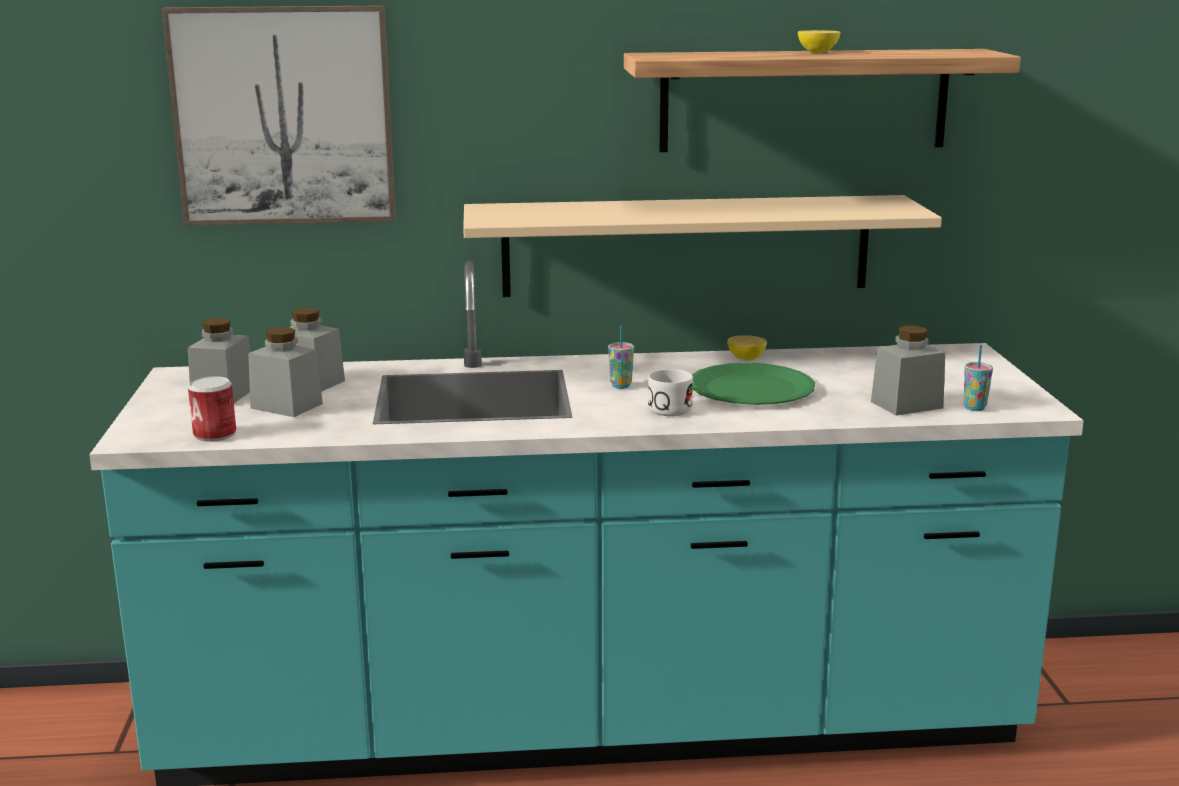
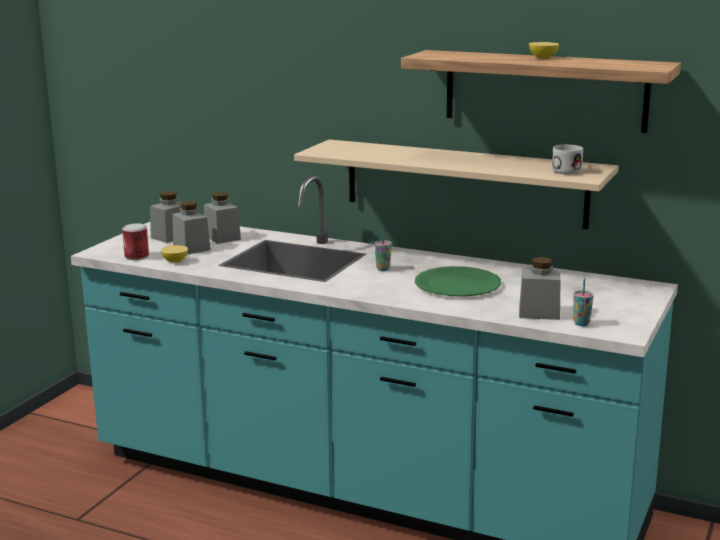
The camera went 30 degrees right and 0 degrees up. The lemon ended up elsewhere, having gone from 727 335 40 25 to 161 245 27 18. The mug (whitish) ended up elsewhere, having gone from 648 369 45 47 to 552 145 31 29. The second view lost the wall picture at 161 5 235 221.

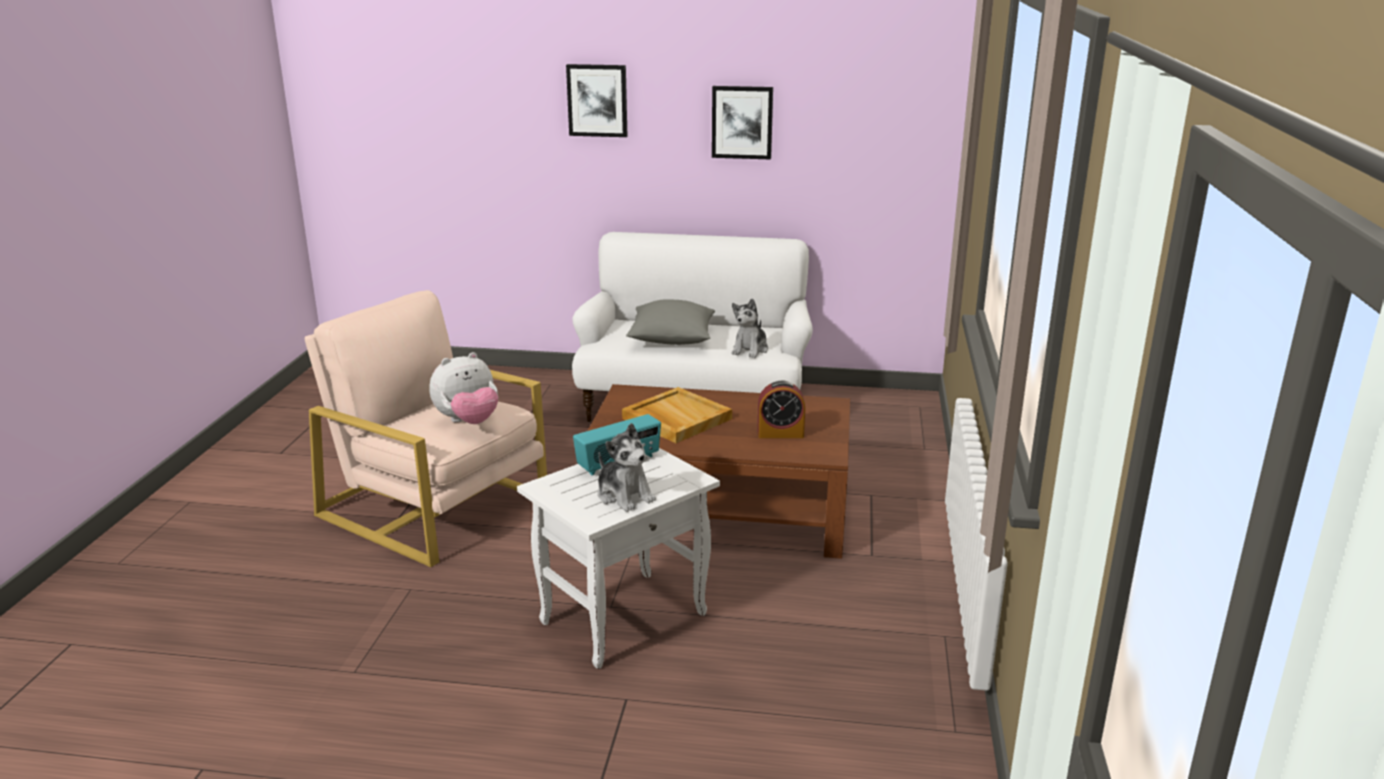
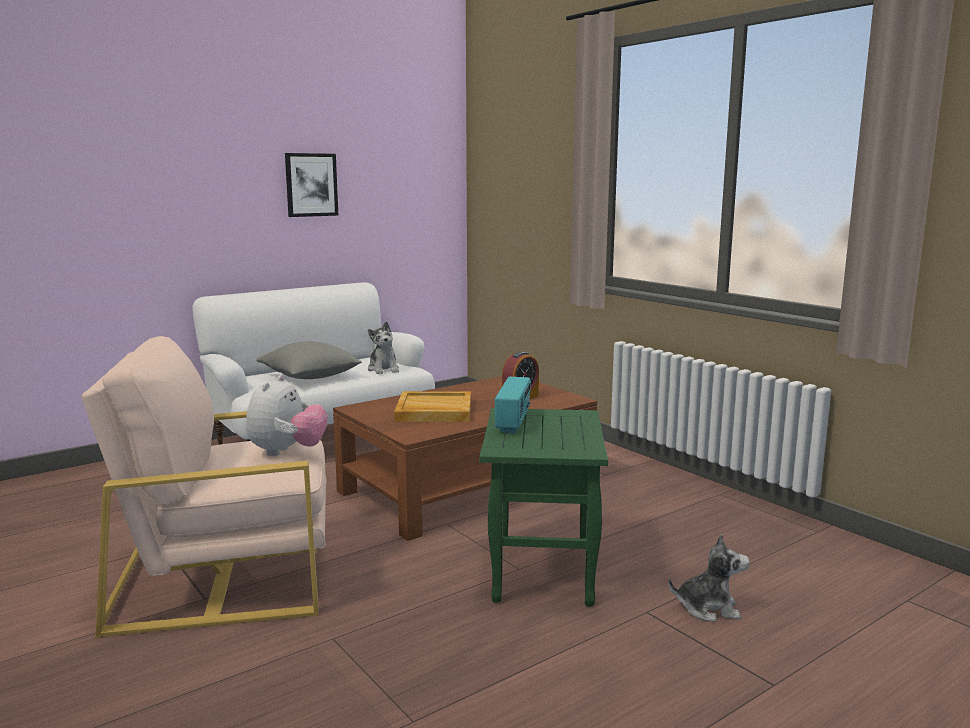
The camera went 45 degrees left and 10 degrees down. What was the accent table (whitish) at 517 448 203 221 turned into the accent table (green) at 479 408 129 199. The plush toy ended up elsewhere, having gone from 598 423 58 89 to 668 534 82 88. The second view lost the wall picture at 566 64 61 73.

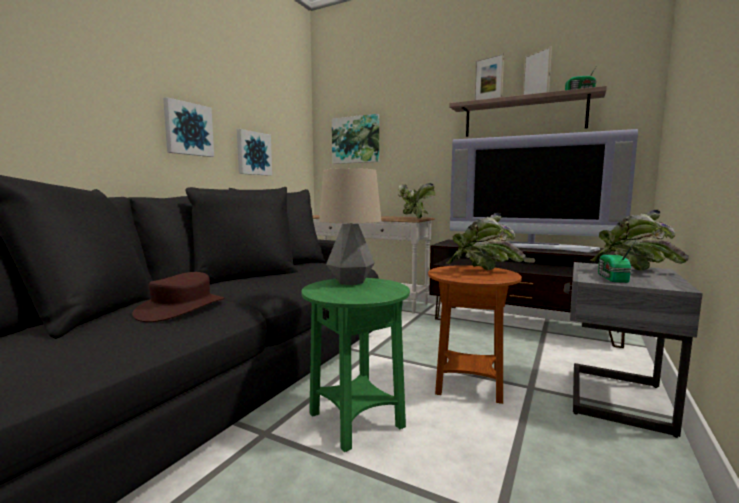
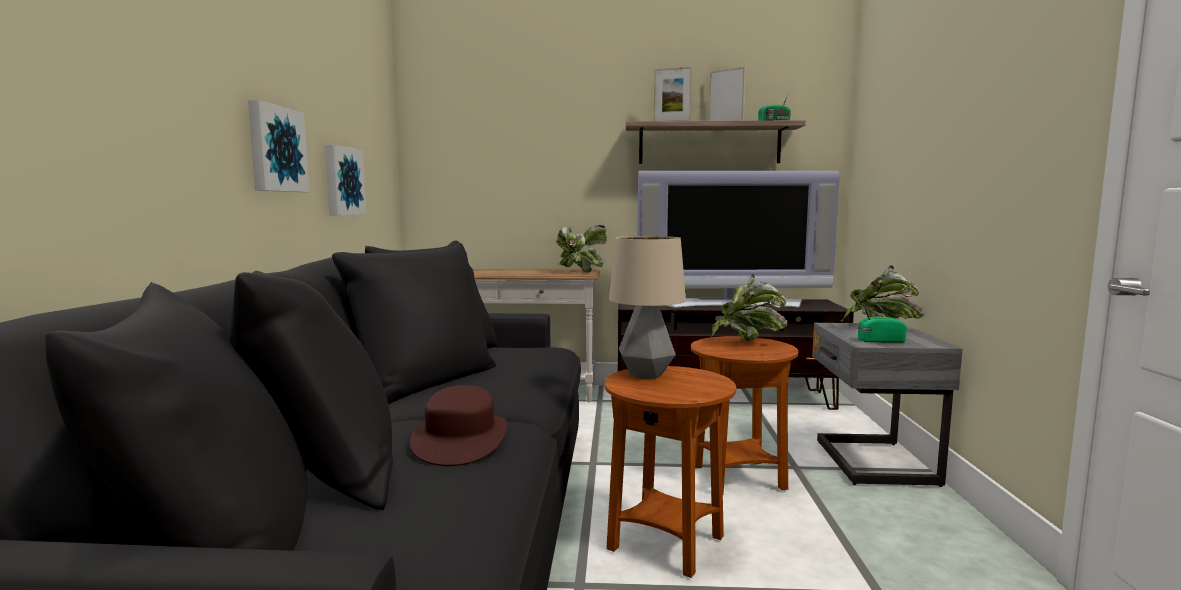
The camera went 25 degrees left and 0 degrees up. What was the accent table (green) at 301 278 109 174 turned into the accent table (brown) at 604 366 132 212. The radio set at 598 242 37 41 ended up facing another way, 105 degrees clockwise from before. The second view lost the wall picture at 332 114 47 50.

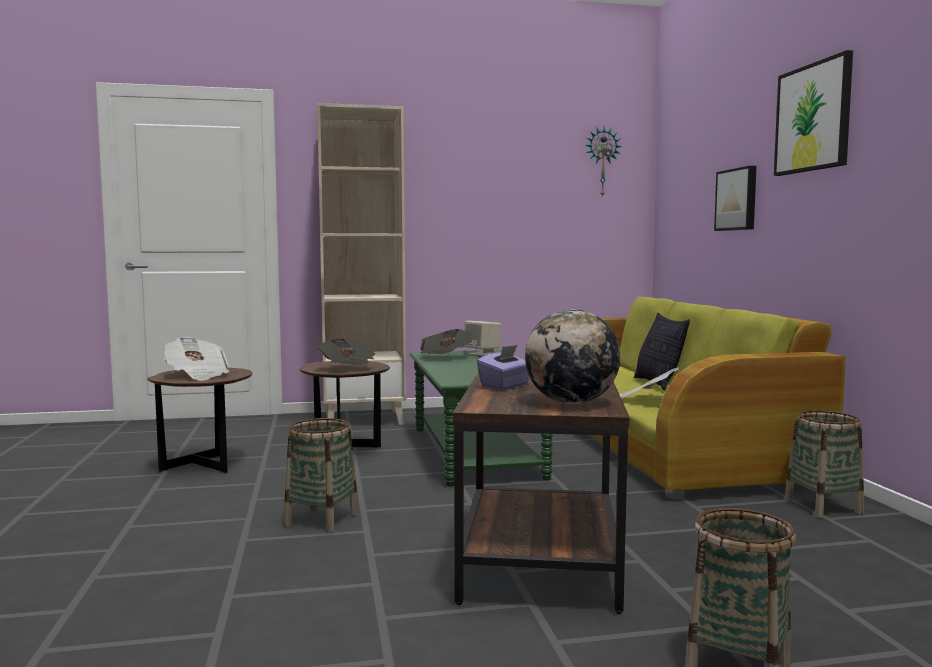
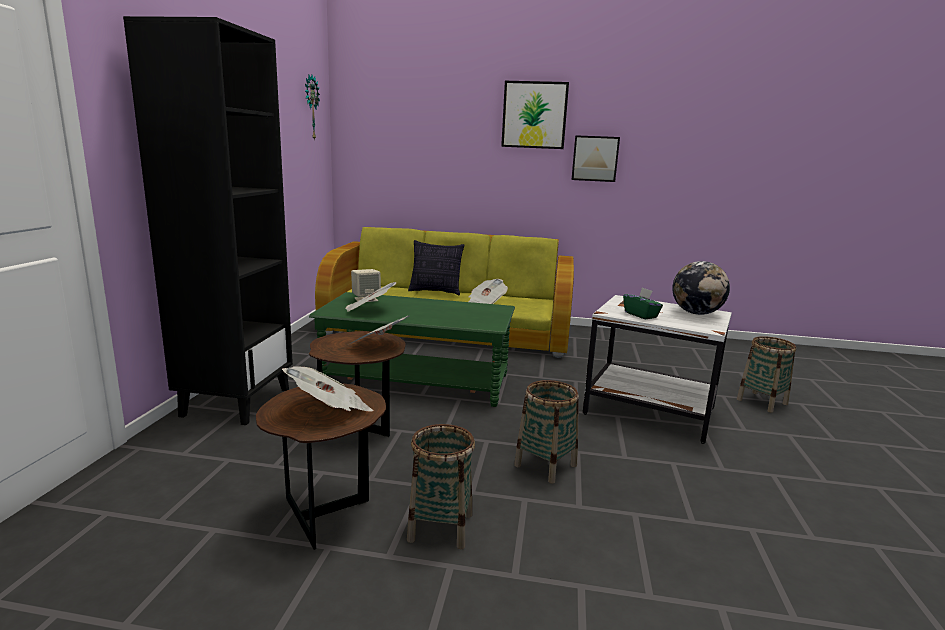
The camera went 70 degrees left and 10 degrees up. What was the bookshelf (sand-coloured) at 317 103 89 322 turned into the bookshelf (black-coloured) at 123 16 170 409. The basket ended up elsewhere, having gone from 785 410 79 108 to 407 424 68 125. The wall picture ended up elsewhere, having gone from 714 166 43 65 to 571 135 49 47. What was the accent table (brown) at 453 375 177 239 turned into the accent table (whitish) at 583 295 149 149. What was the box of tissues (purple) at 477 345 52 45 turned into the box of tissues (green) at 623 287 40 32.

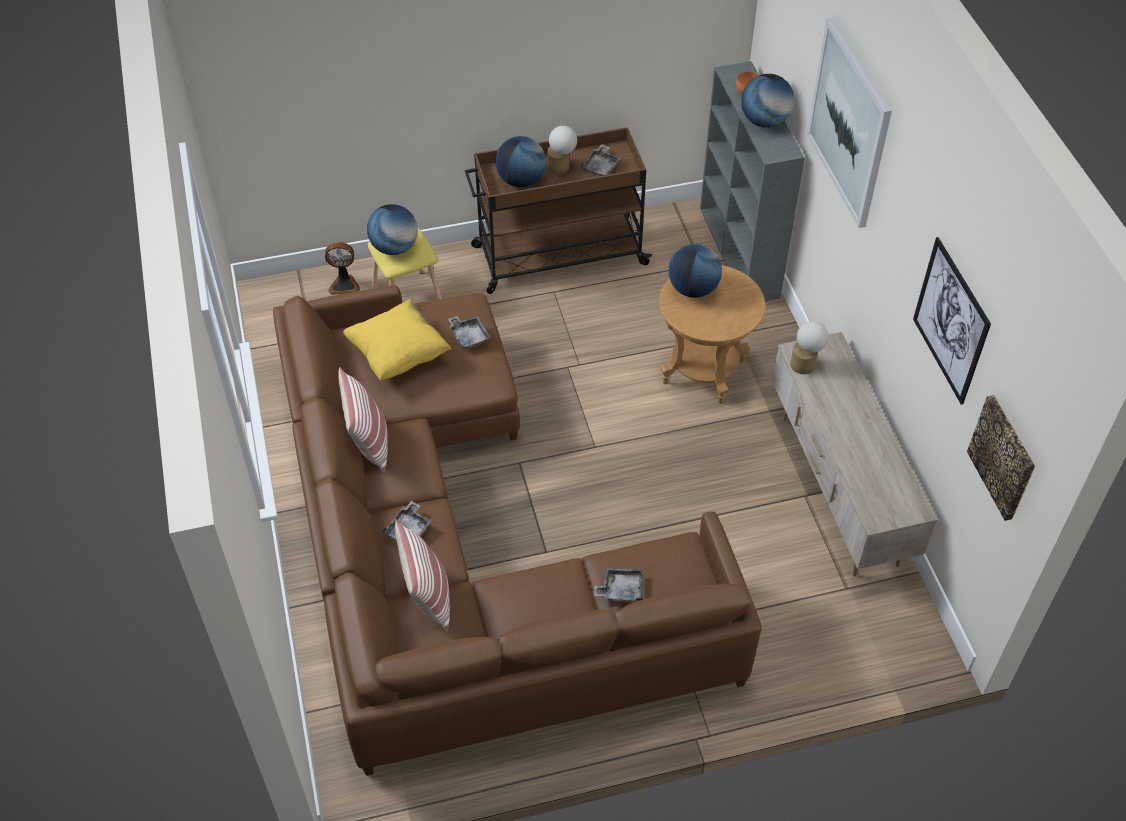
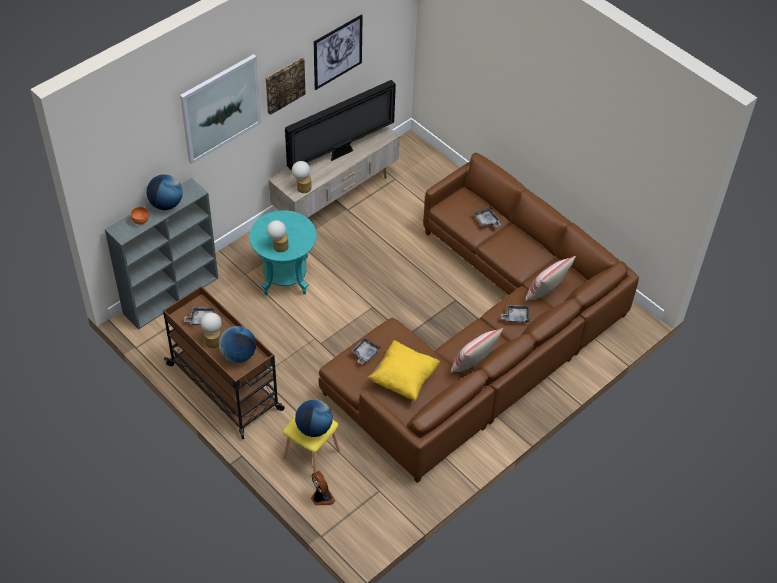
The camera went 120 degrees left and 0 degrees up. What was the accent table (brown) at 659 265 106 139 turned into the accent table (blue-green) at 249 210 68 85. The wall picture ended up elsewhere, having gone from 967 395 69 126 to 266 58 39 57. Where the desk globe stood at 668 244 54 54, the lamp for a table came to stand at 267 220 21 32. The second view gained the television at 285 80 111 90.

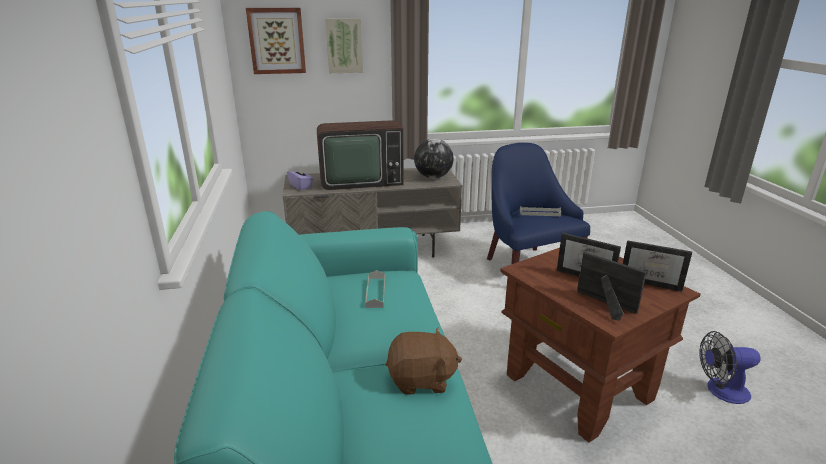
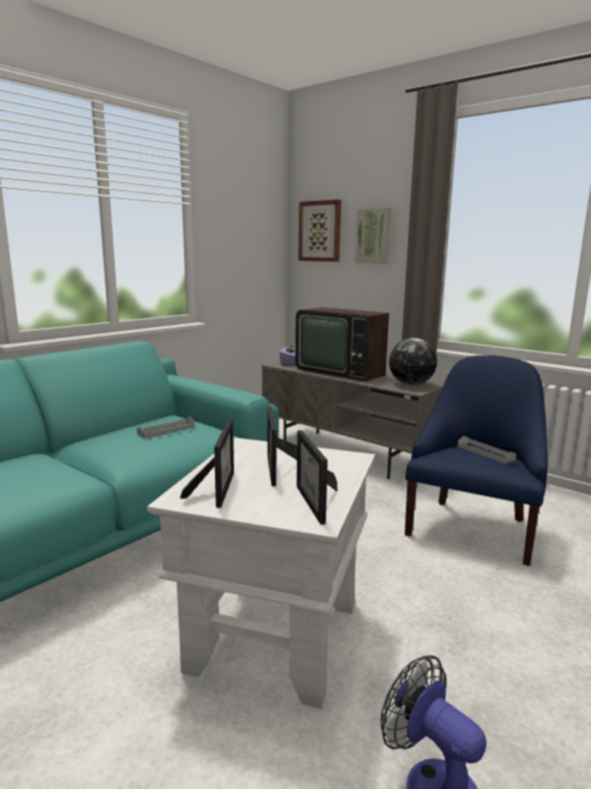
The camera went 50 degrees right and 10 degrees down. What was the accent table (brown) at 500 248 200 195 turned into the accent table (whitish) at 147 438 228 271. The second view lost the plush toy (brown) at 386 327 76 67.

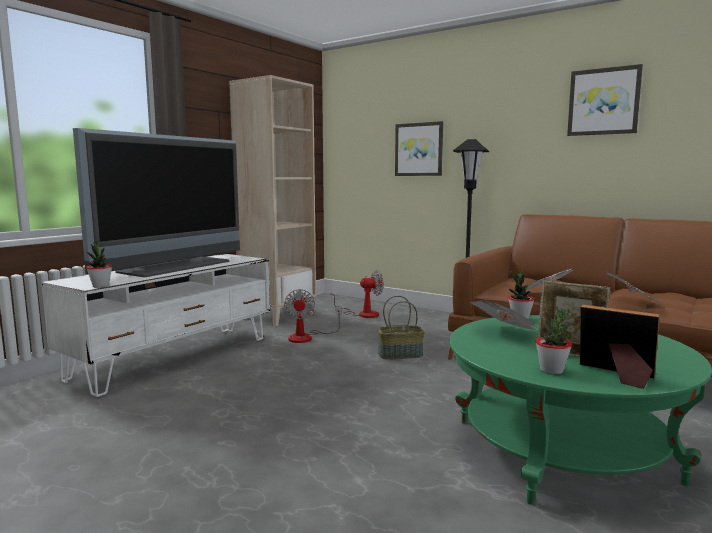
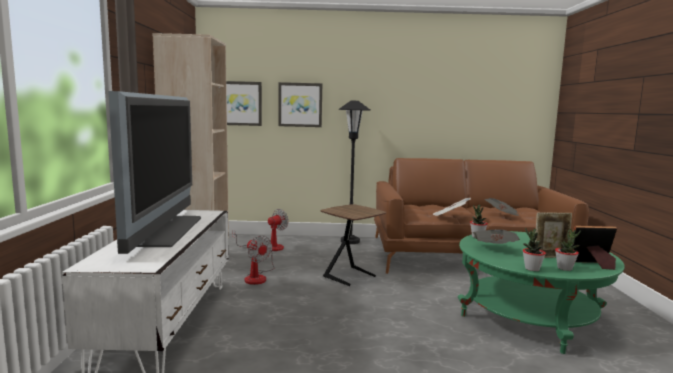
The camera went 35 degrees left and 0 degrees up. The wall picture ended up elsewhere, having gone from 567 64 76 72 to 226 81 36 45. Where the basket stood at 377 295 48 64, the accent table (brown) came to stand at 320 204 67 82. The houseplant ended up elsewhere, having gone from 86 240 26 48 to 523 228 23 43.

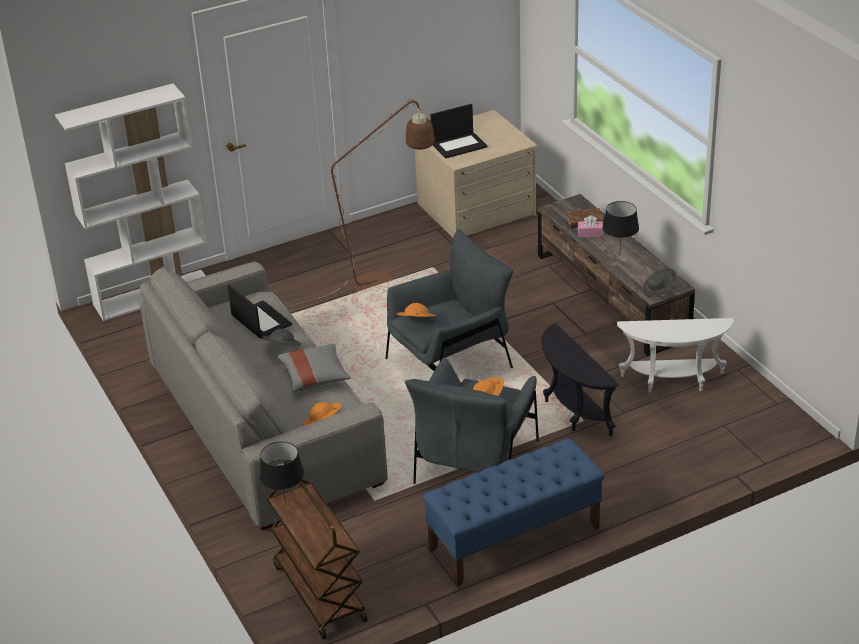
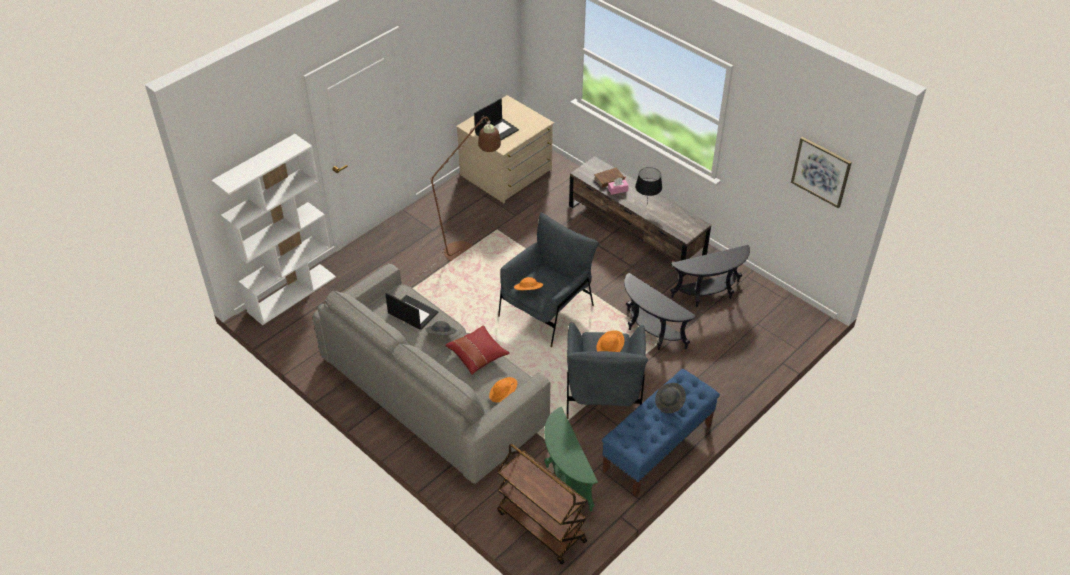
The camera went 20 degrees left and 10 degrees up. What was the throw pillow (grey) at 278 344 73 48 turned into the throw pillow (reddish) at 445 325 65 50. The second view gained the accent table (green) at 544 407 54 104. The clothing hat (grey) ended up elsewhere, having gone from 642 268 35 30 to 655 383 31 30. What was the accent table (whitish) at 617 318 117 74 turned into the accent table (black-coloured) at 670 245 80 62. The second view gained the wall picture at 791 137 61 71. The second view lost the lamp for a table (black-coloured) at 259 442 45 63.

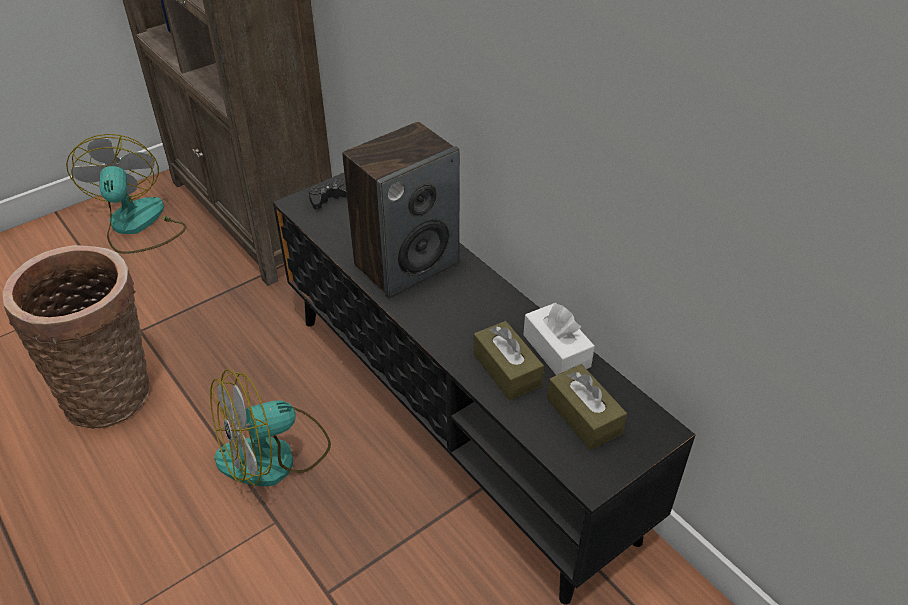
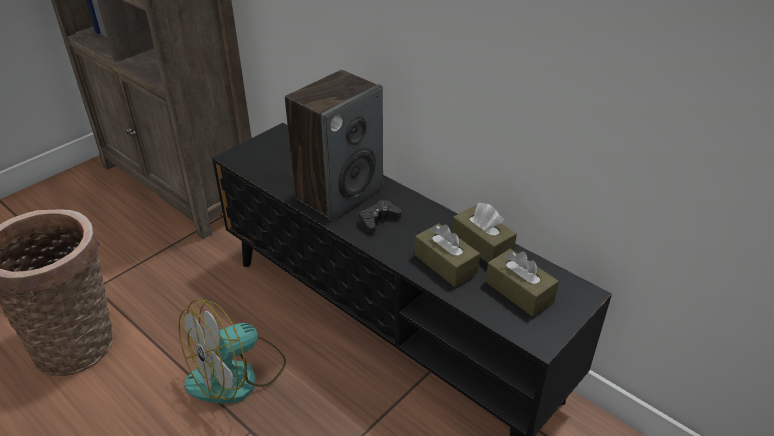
The camera went 10 degrees left and 5 degrees down. The game controller (black-coloured) ended up elsewhere, having gone from 308 178 39 31 to 359 200 43 33. What was the box of tissues (whitish) at 523 302 72 73 turned into the box of tissues (brown) at 452 202 65 61. The second view lost the electric fan at 66 134 120 120.

